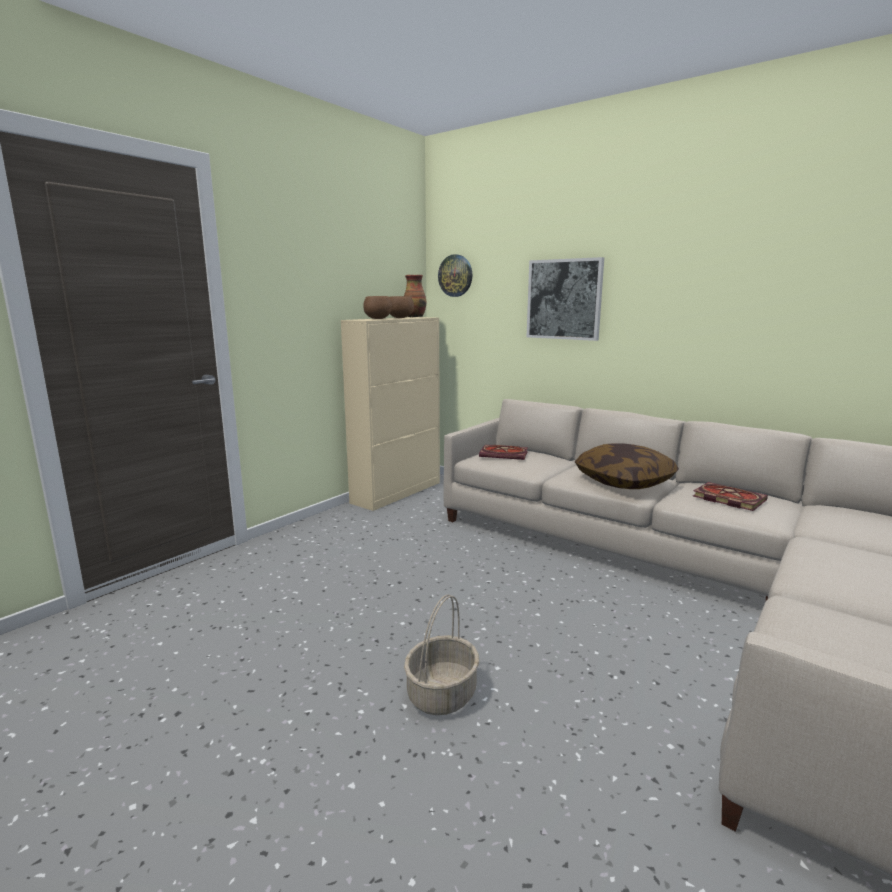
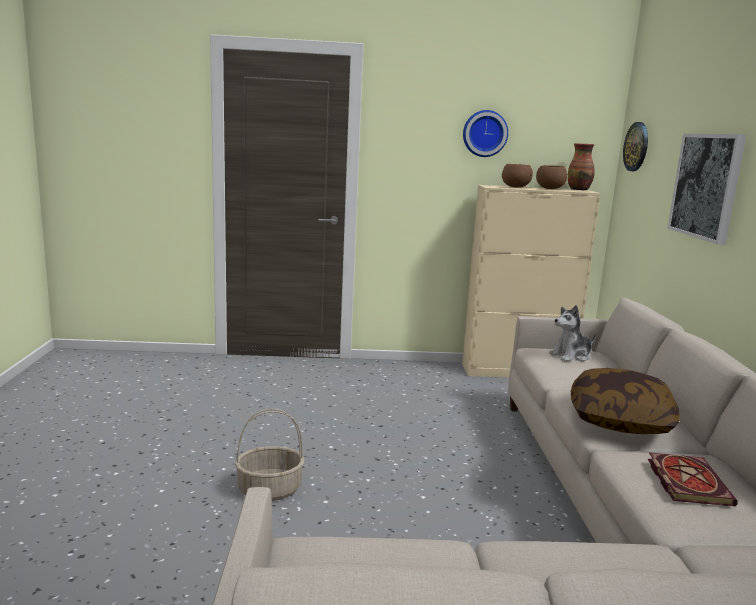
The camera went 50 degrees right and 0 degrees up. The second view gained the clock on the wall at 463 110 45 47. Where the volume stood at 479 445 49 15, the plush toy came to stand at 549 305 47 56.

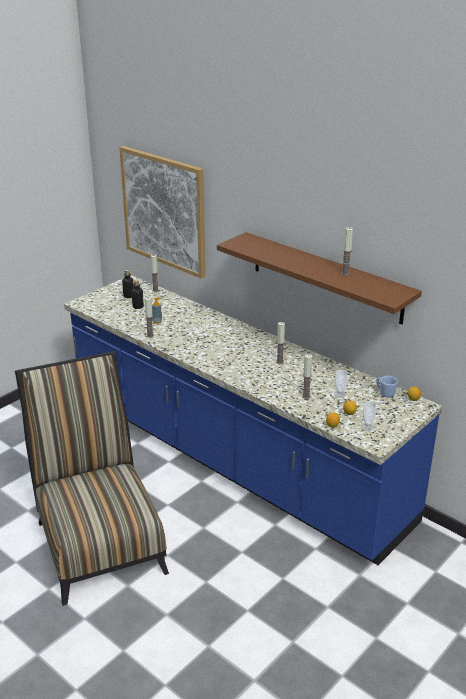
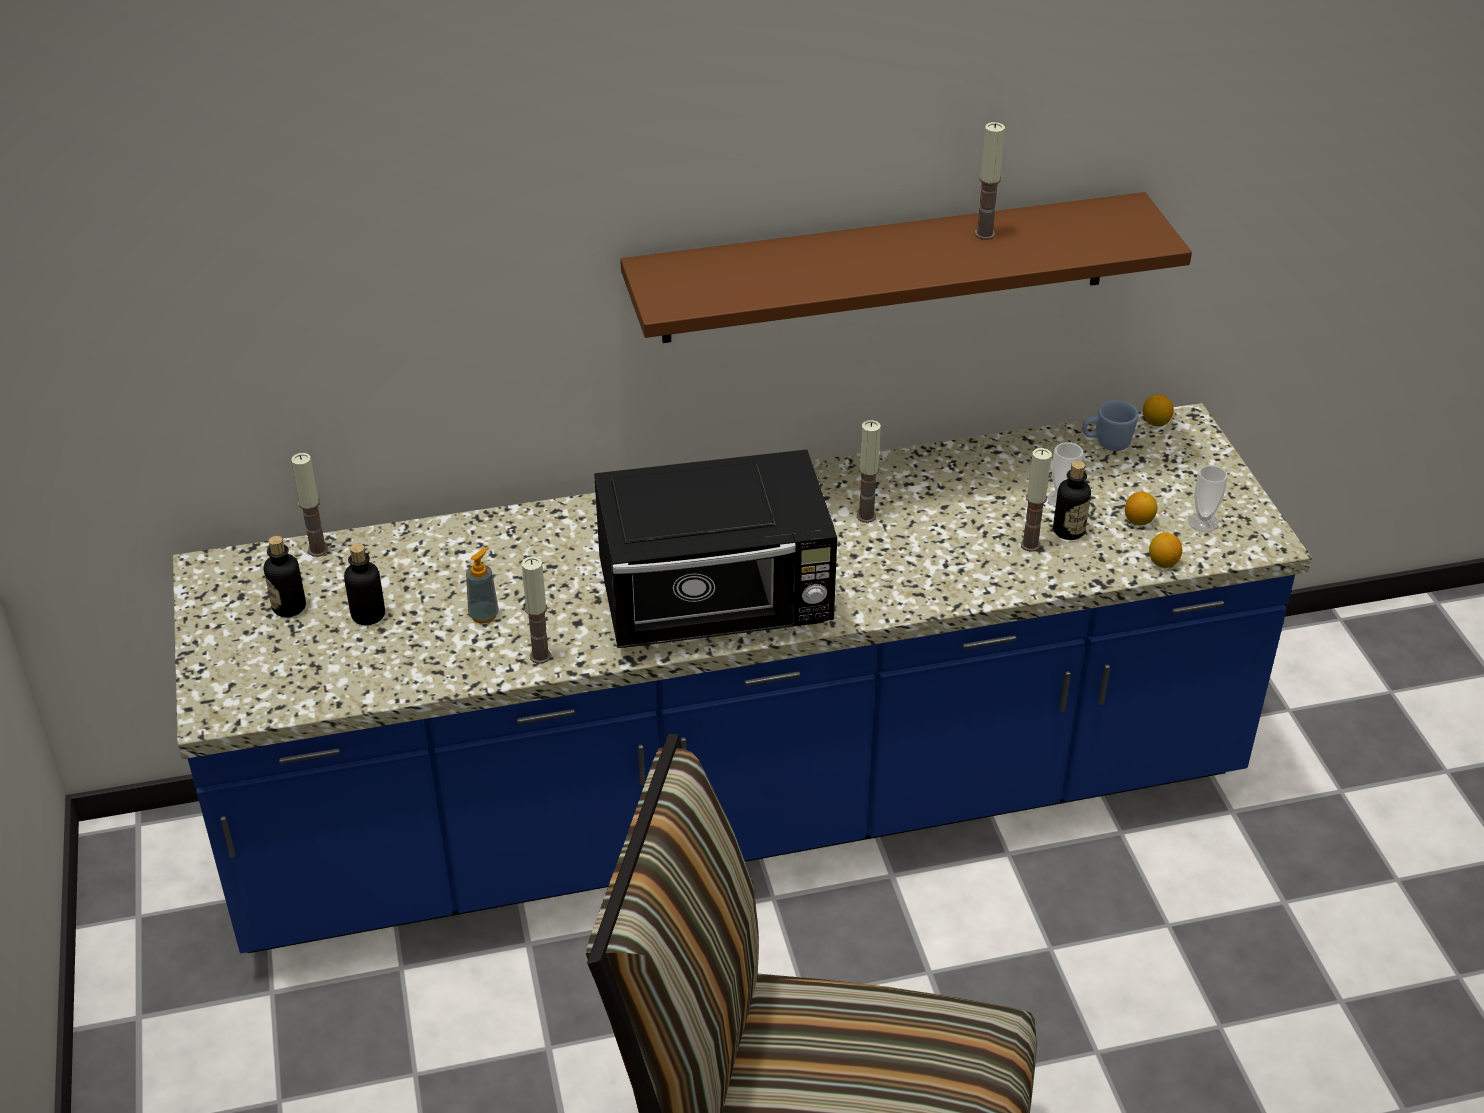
The camera went 55 degrees left and 10 degrees up. The second view gained the microwave (black-coloured) at 594 449 243 199. The second view gained the beverage bottle at 1053 461 38 79. The second view lost the wall picture at 119 146 86 133.

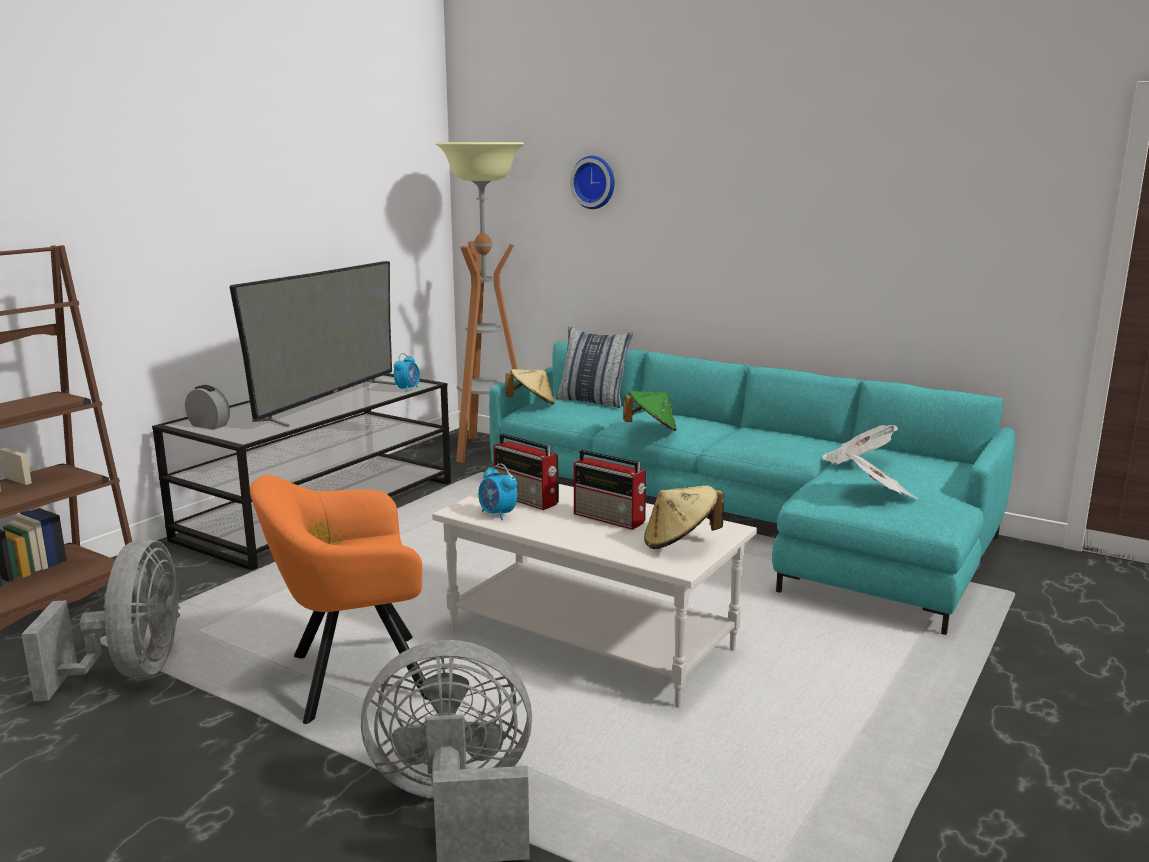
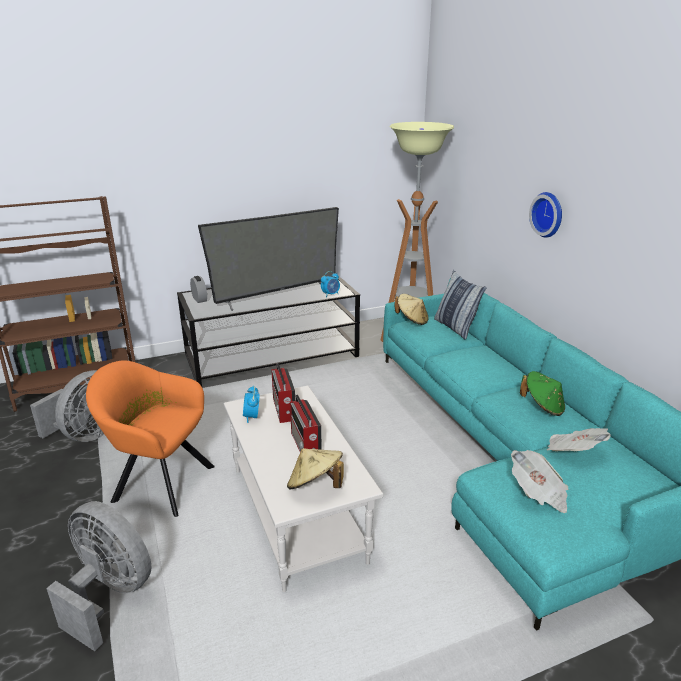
The camera went 35 degrees right and 10 degrees up. The clothing hat (green) ended up elsewhere, having gone from 623 391 54 40 to 520 371 45 45. The clock on the wall ended up elsewhere, having gone from 570 156 45 53 to 529 192 33 46.

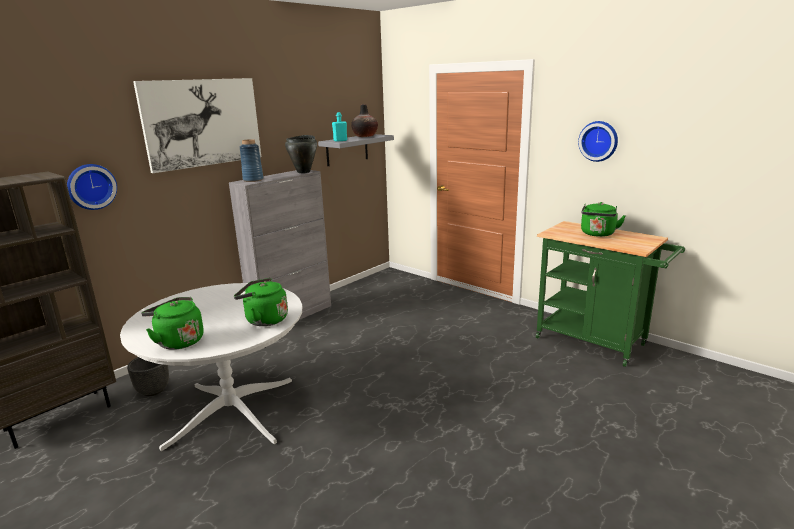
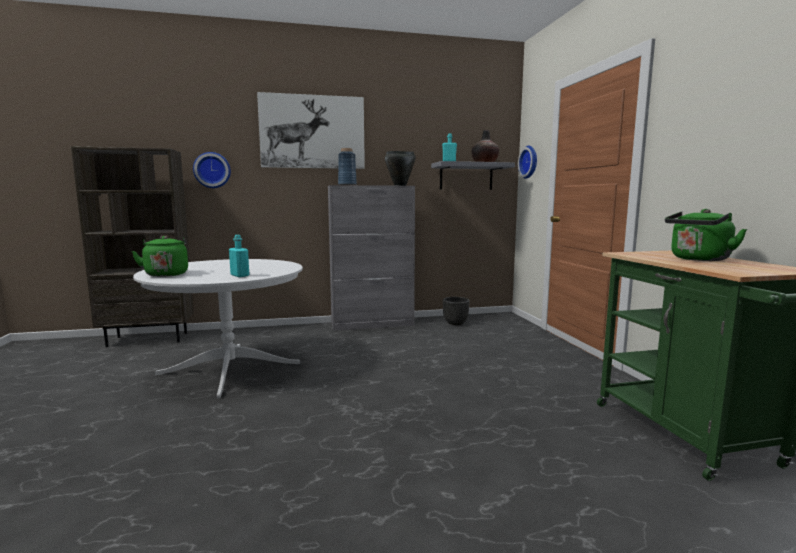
The camera went 35 degrees right and 10 degrees down. Where the kettle (green) stood at 234 278 54 48, the beverage bottle (blue-green) came to stand at 229 235 20 42. The planter (black-coloured) ended up elsewhere, having gone from 127 357 42 39 to 443 297 27 28. The clock on the wall ended up elsewhere, having gone from 578 121 40 41 to 518 146 19 33.

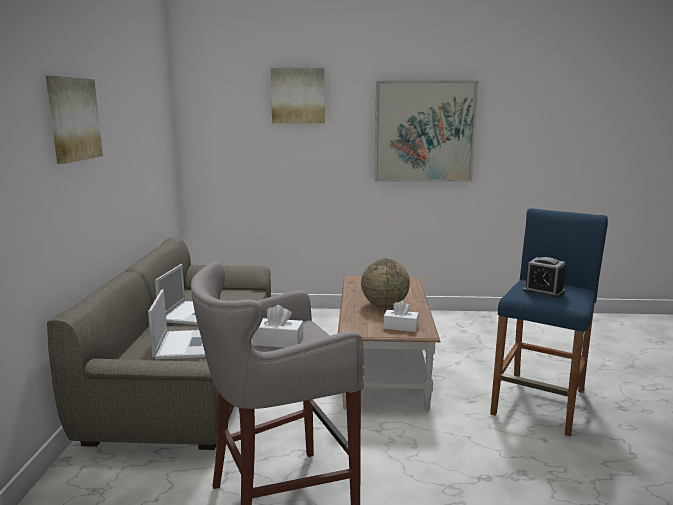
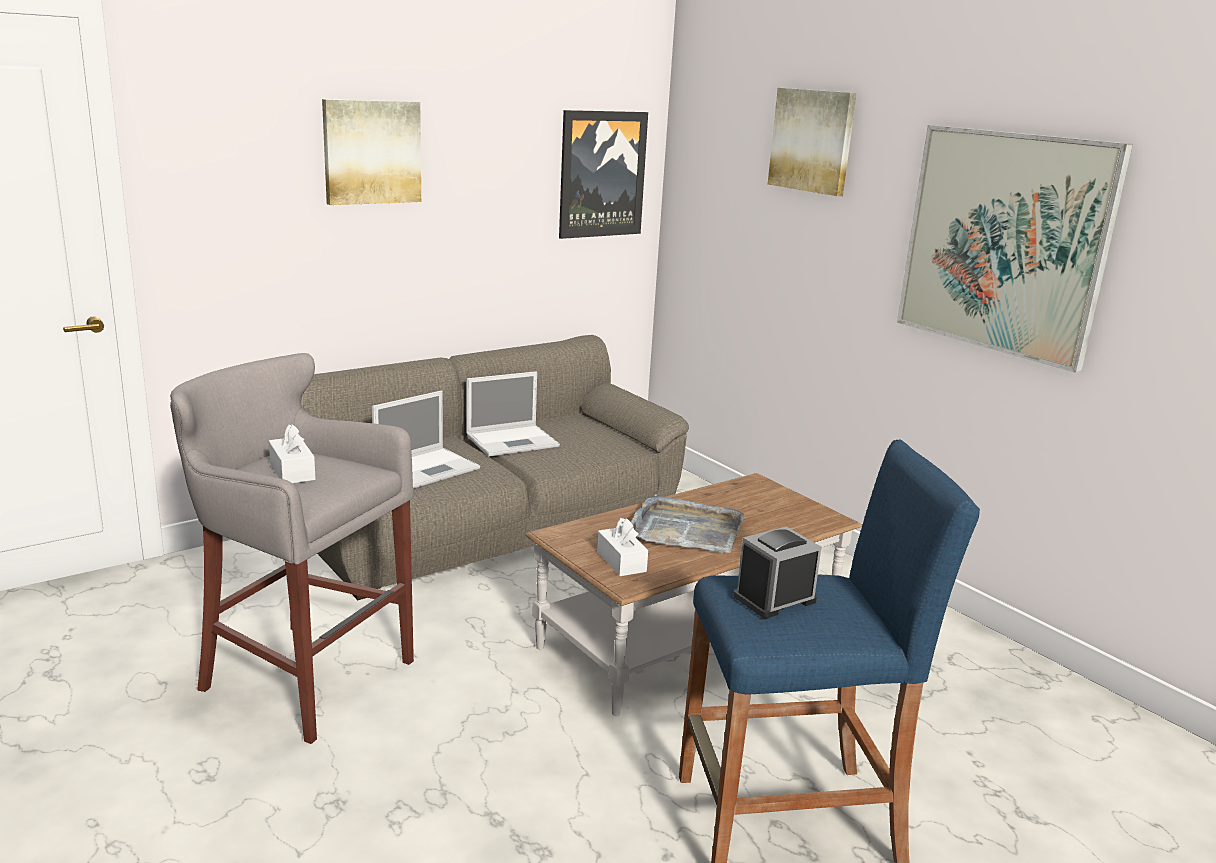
The camera went 50 degrees right and 5 degrees up. The second view gained the wall picture at 559 110 89 129. Where the desk globe stood at 361 258 49 49, the serving tray (grey) came to stand at 631 494 113 59. The table clock at 523 257 43 41 ended up facing another way, 60 degrees clockwise from before.

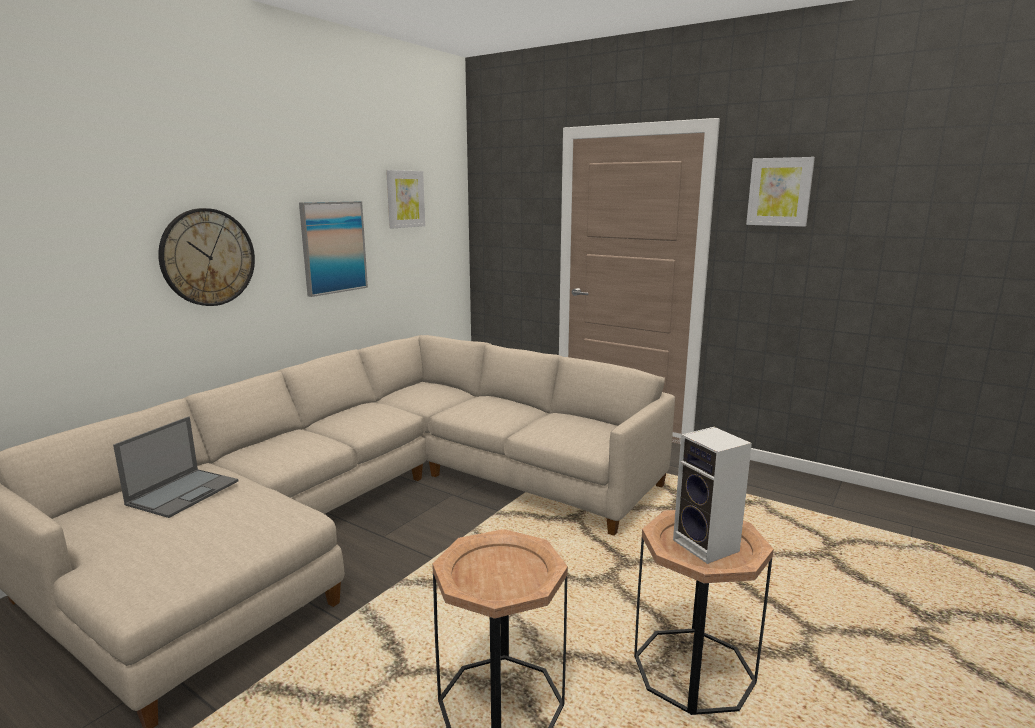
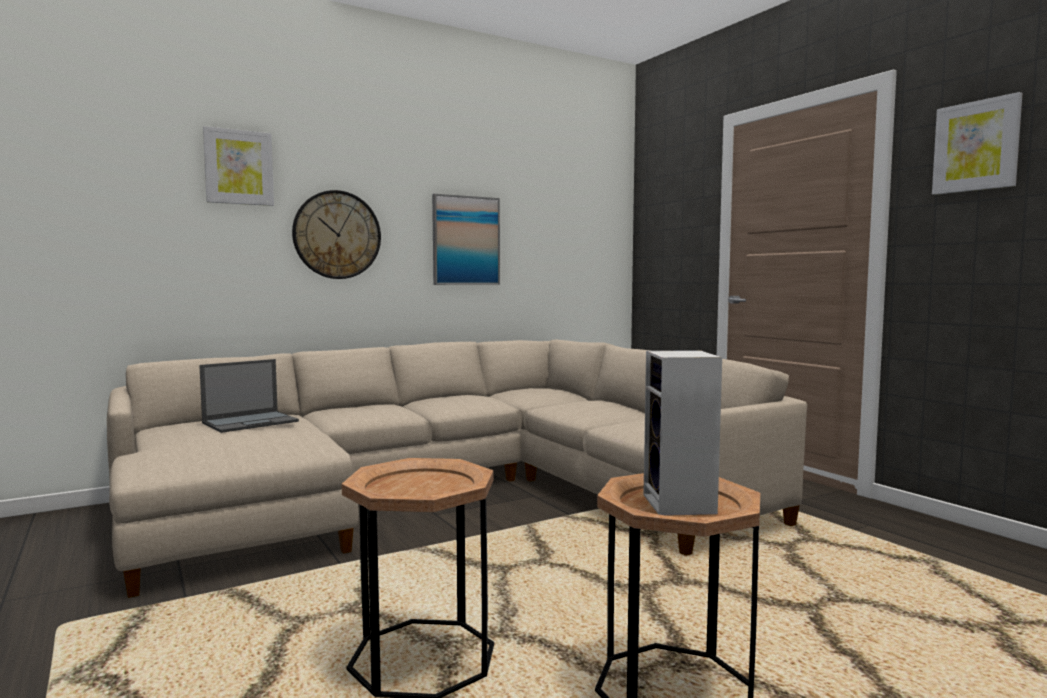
The camera went 25 degrees right and 10 degrees down. The wall picture ended up elsewhere, having gone from 386 170 39 58 to 203 126 71 80.

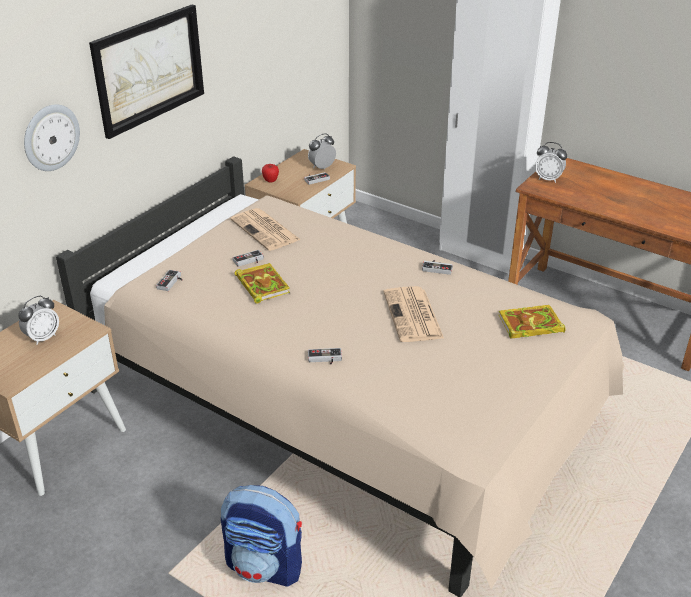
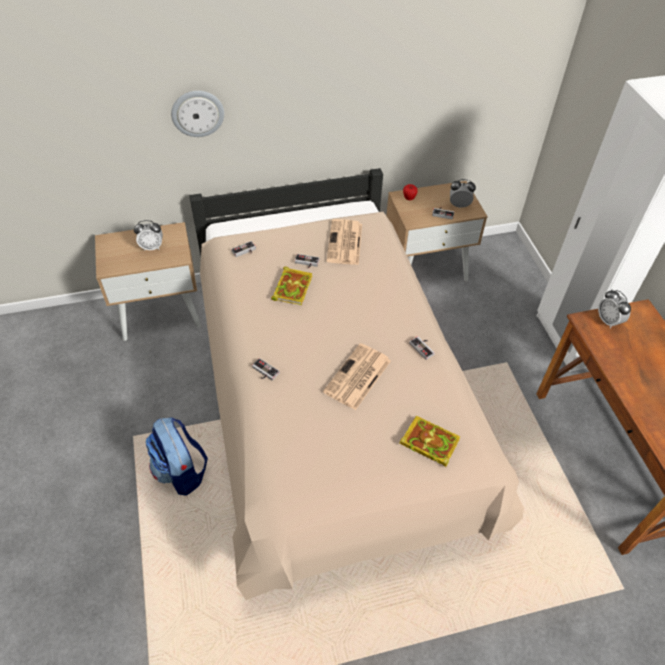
The camera went 40 degrees right and 15 degrees up. The second view lost the wall picture at 89 4 115 135.

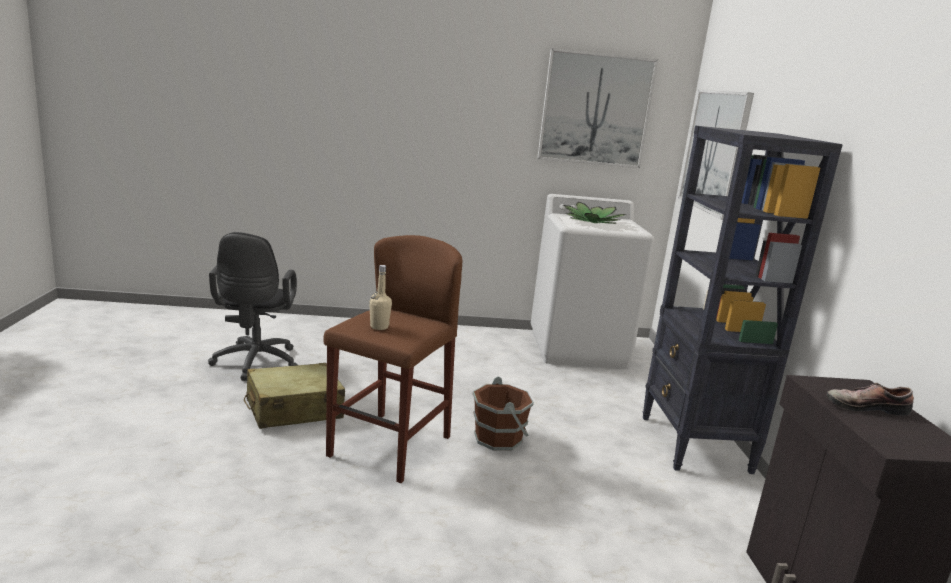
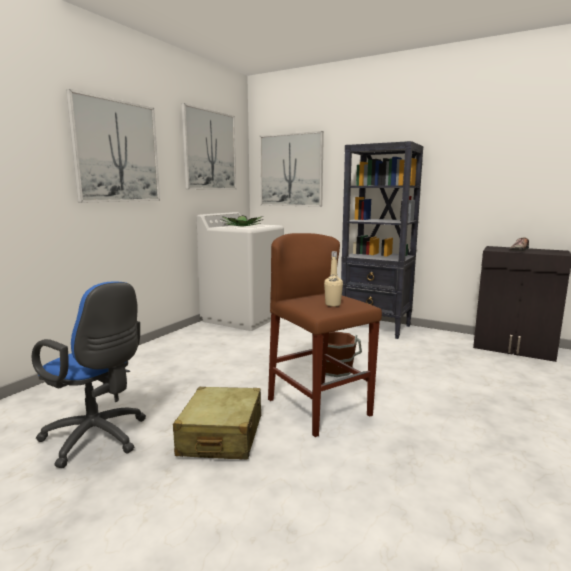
The camera went 55 degrees left and 5 degrees down. What was the desk chair (black-coloured) at 208 232 90 149 turned into the desk chair (blue) at 32 282 114 186. The second view gained the wall picture at 66 89 94 114.

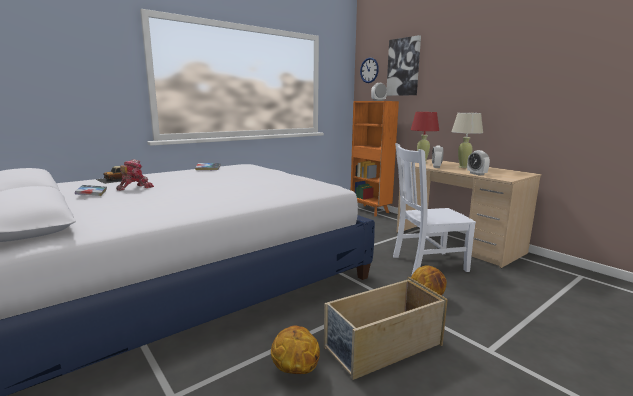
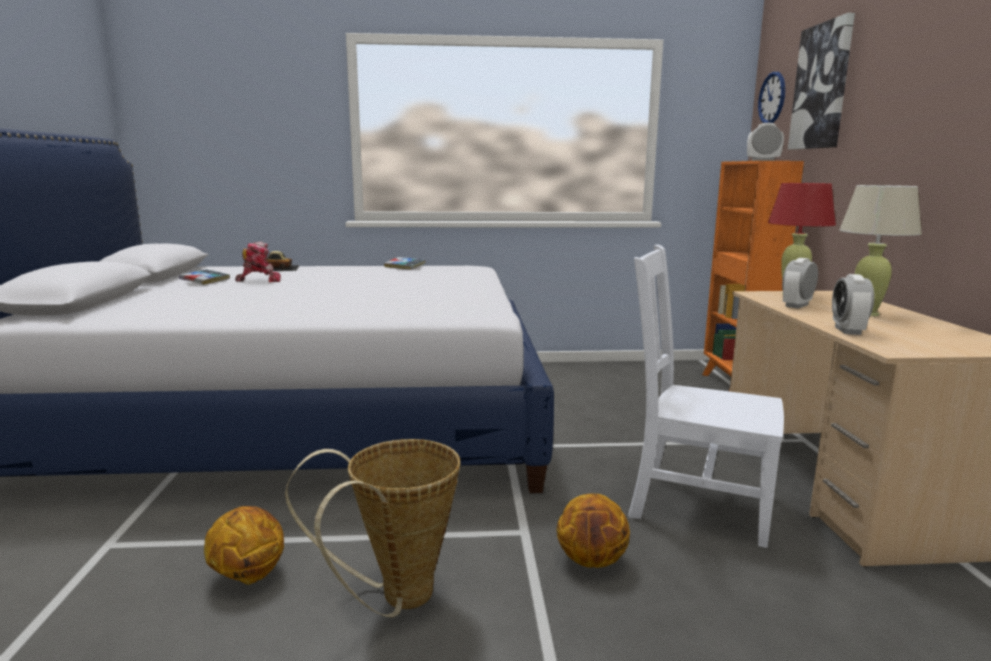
The camera went 35 degrees right and 0 degrees up. Where the storage box (sand-coloured) stood at 324 277 124 103, the basket came to stand at 285 439 175 178.

